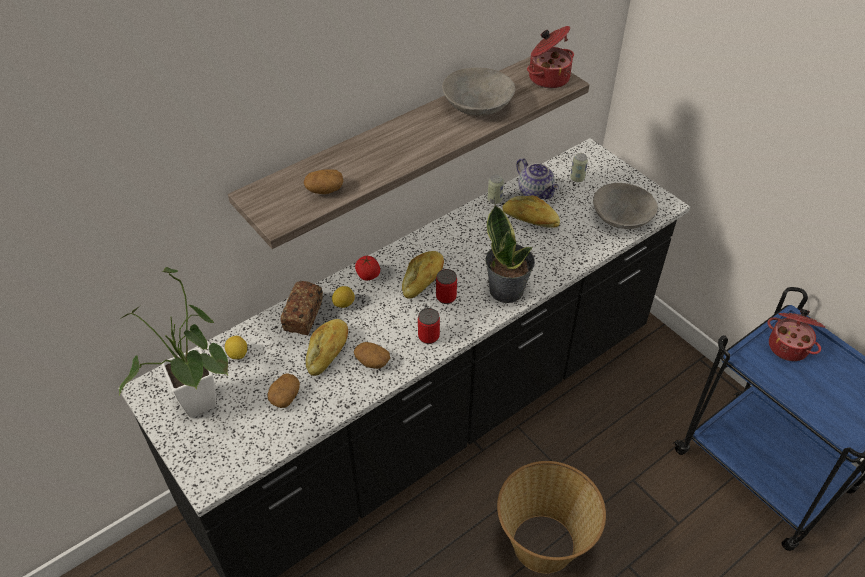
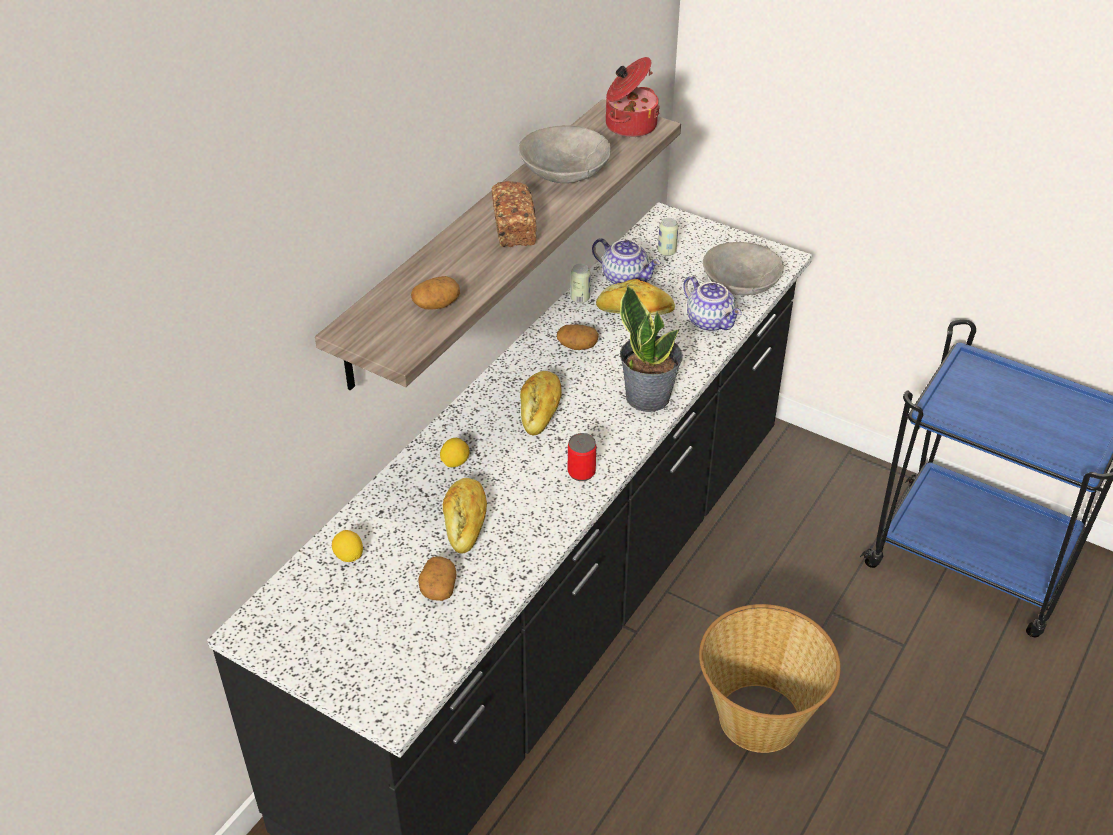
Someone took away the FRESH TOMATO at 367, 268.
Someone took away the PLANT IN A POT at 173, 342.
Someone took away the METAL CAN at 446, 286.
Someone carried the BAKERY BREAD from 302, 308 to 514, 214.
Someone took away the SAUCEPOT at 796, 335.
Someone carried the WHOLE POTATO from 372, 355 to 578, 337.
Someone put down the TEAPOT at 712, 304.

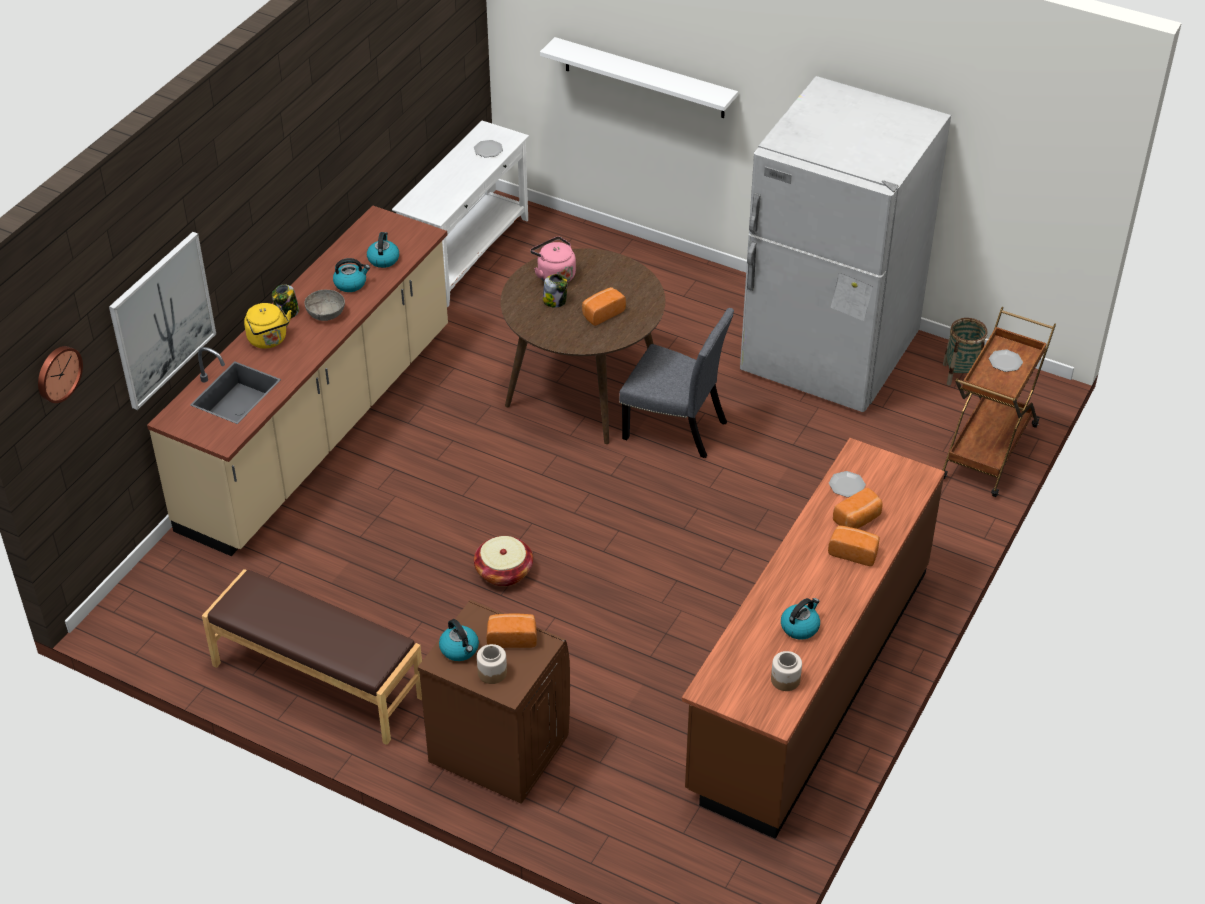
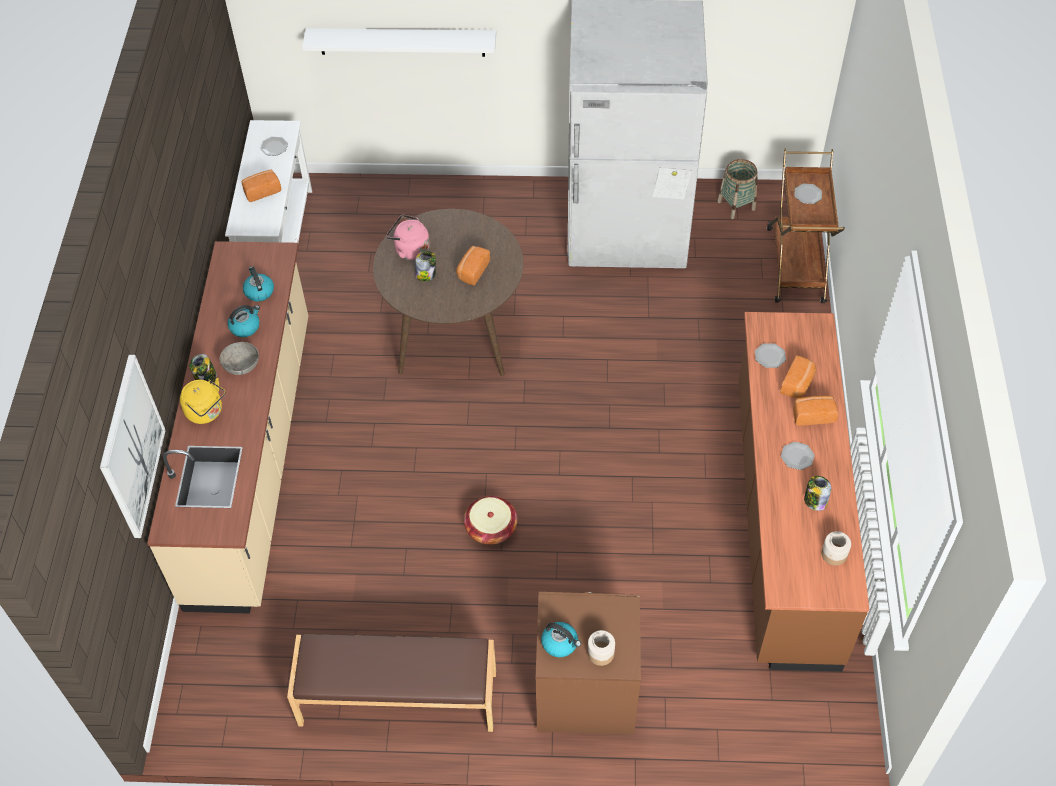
Someone took away the GREYISH CHAIR at 676, 383.
Someone took away the HANGING CLOCK at 60, 374.
Someone swapped the KETTLE at 800, 619 for the PRESERVE JAR at 817, 493.
Someone carried the BAKERY BREAD from 512, 630 to 261, 186.
Someone put down the FLAT DISH at 798, 456.

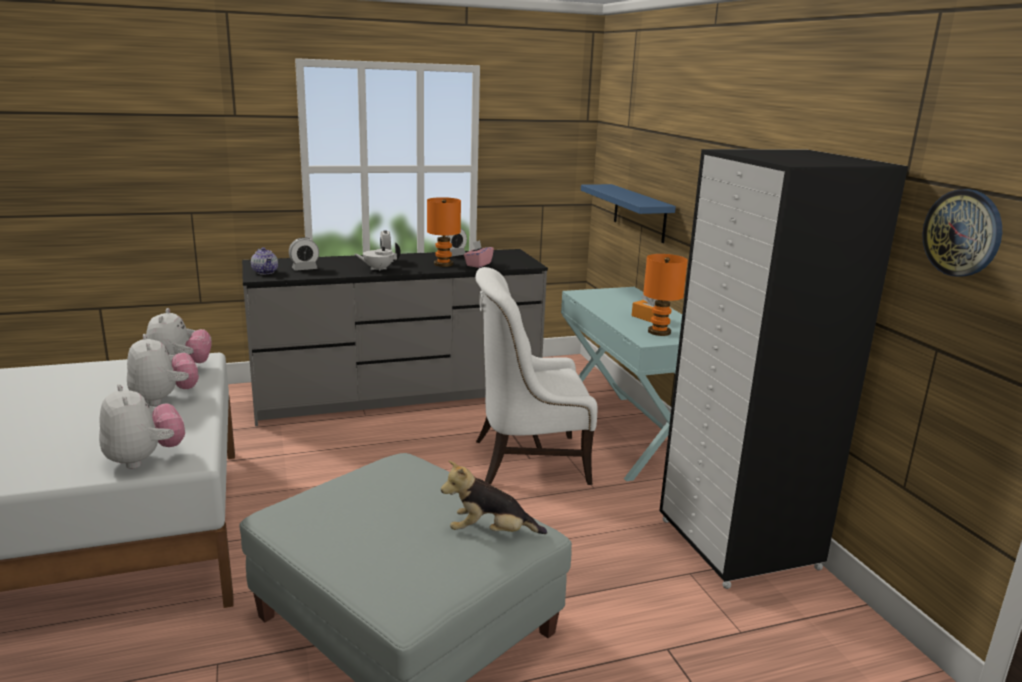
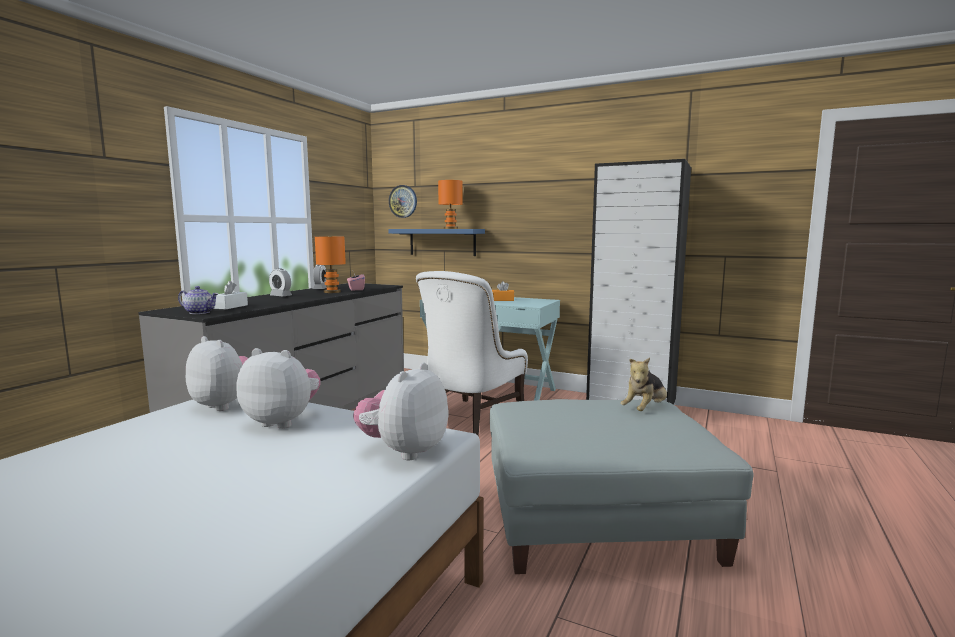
Someone carried the HANGING CLOCK from 962, 233 to 403, 201.
Someone swapped the BEDSIDE CLOCK at 304, 254 for the WHITISH TISSUE BOX at 230, 295.
Someone took away the WHITISH TEAPOT at 377, 256.
Someone carried the ORANGEY TABLE LAMP from 665, 295 to 450, 204.
Someone rotated the PLUSH TOY at 142, 426 by 75 degrees counterclockwise.

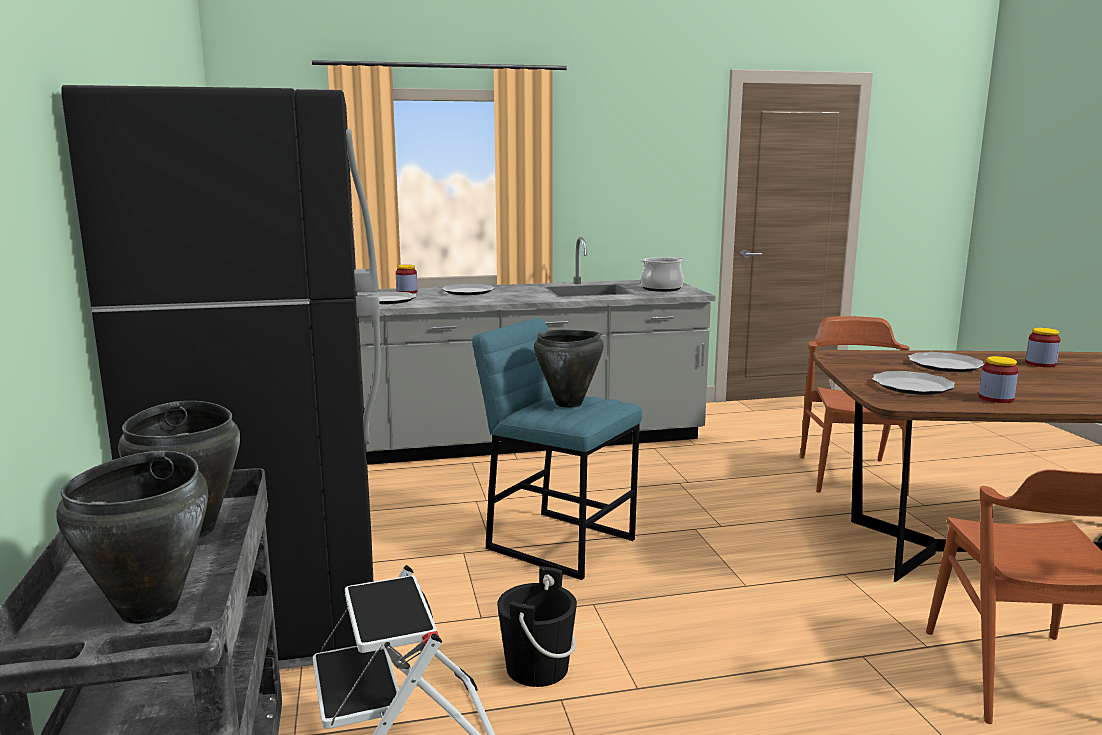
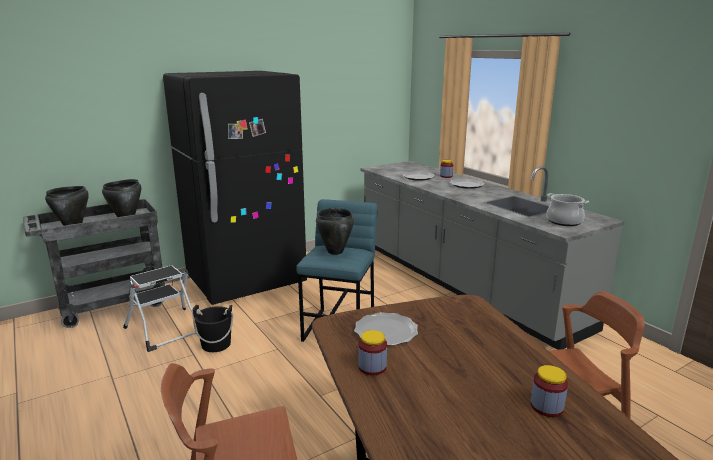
Someone took away the FLAT DISH at 946, 362.

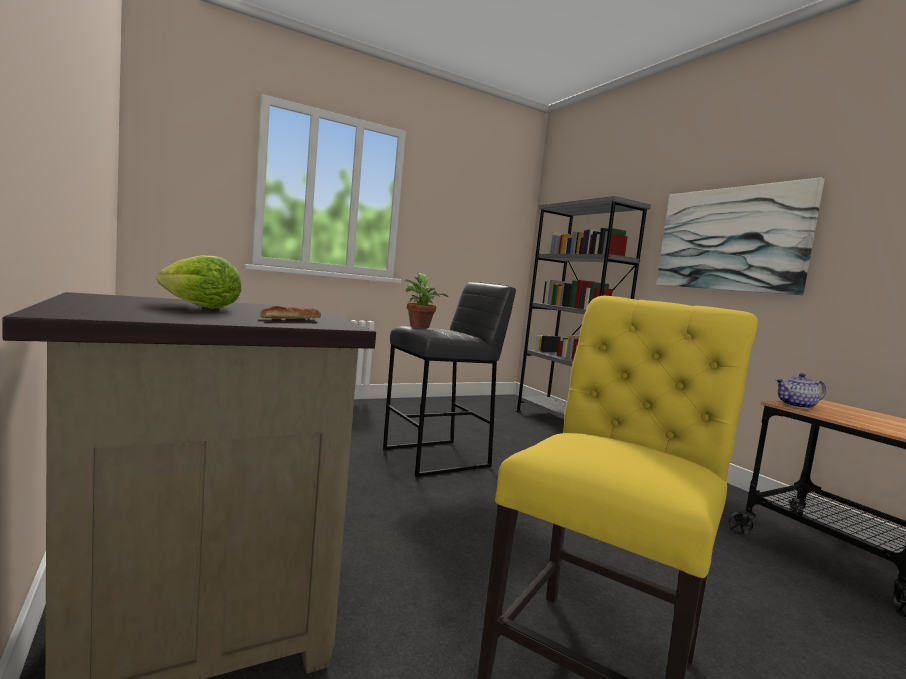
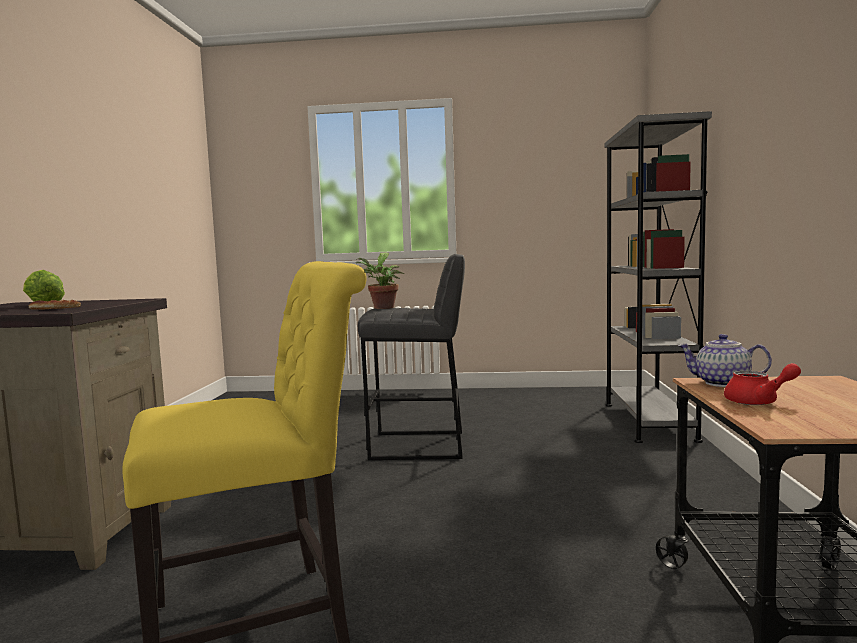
Someone took away the WALL PICTURE at 740, 236.
Someone put down the REDDISH TEAPOT at 762, 384.

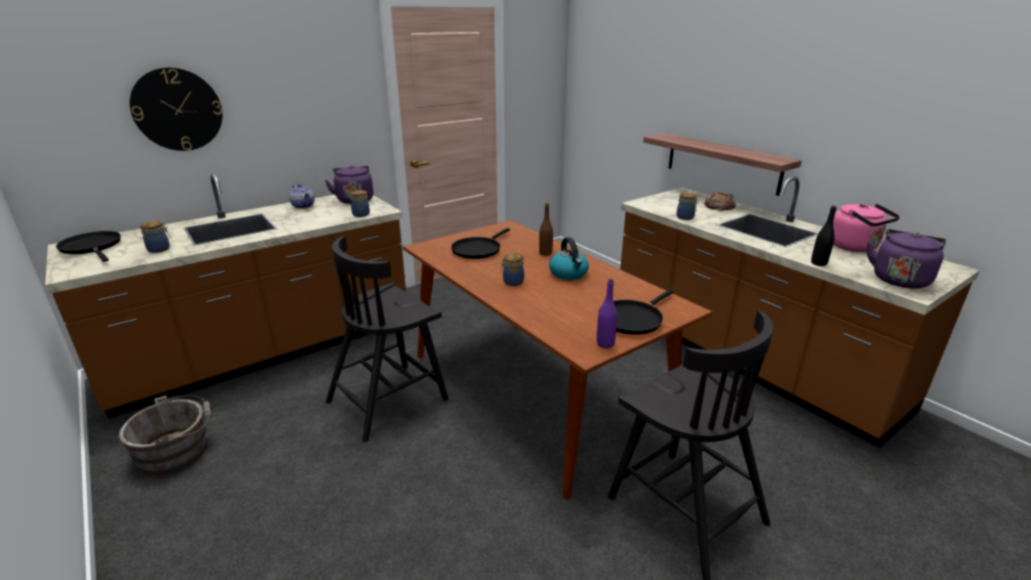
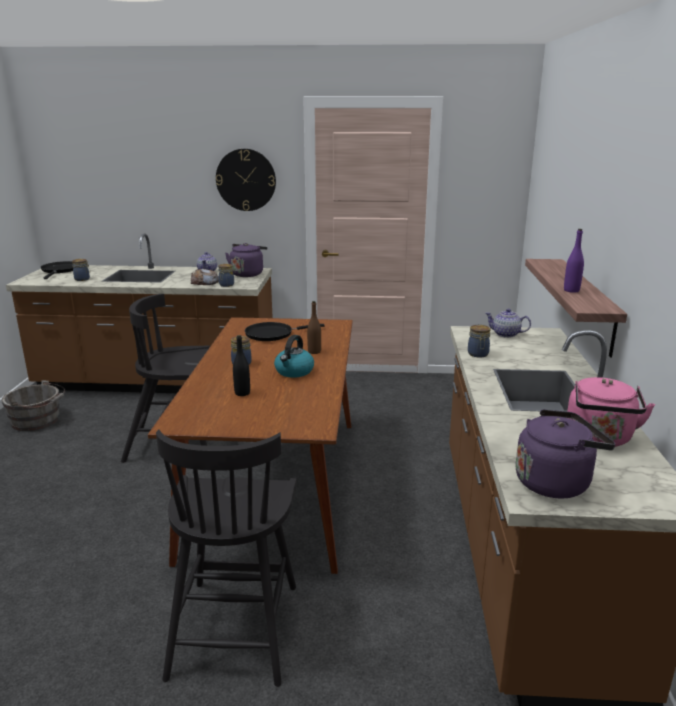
Someone carried the HANGING CLOCK from 176, 109 to 246, 180.
Someone carried the BAKERY BREAD from 719, 201 to 205, 277.
Someone carried the BLACK DRINK BOTTLE from 823, 236 to 241, 365.
Someone carried the PURPLE-COLOURED DRINK BOTTLE from 607, 313 to 574, 261.
Someone took away the BLACK SKILLET at 636, 312.
Someone put down the TEAPOT at 508, 323.

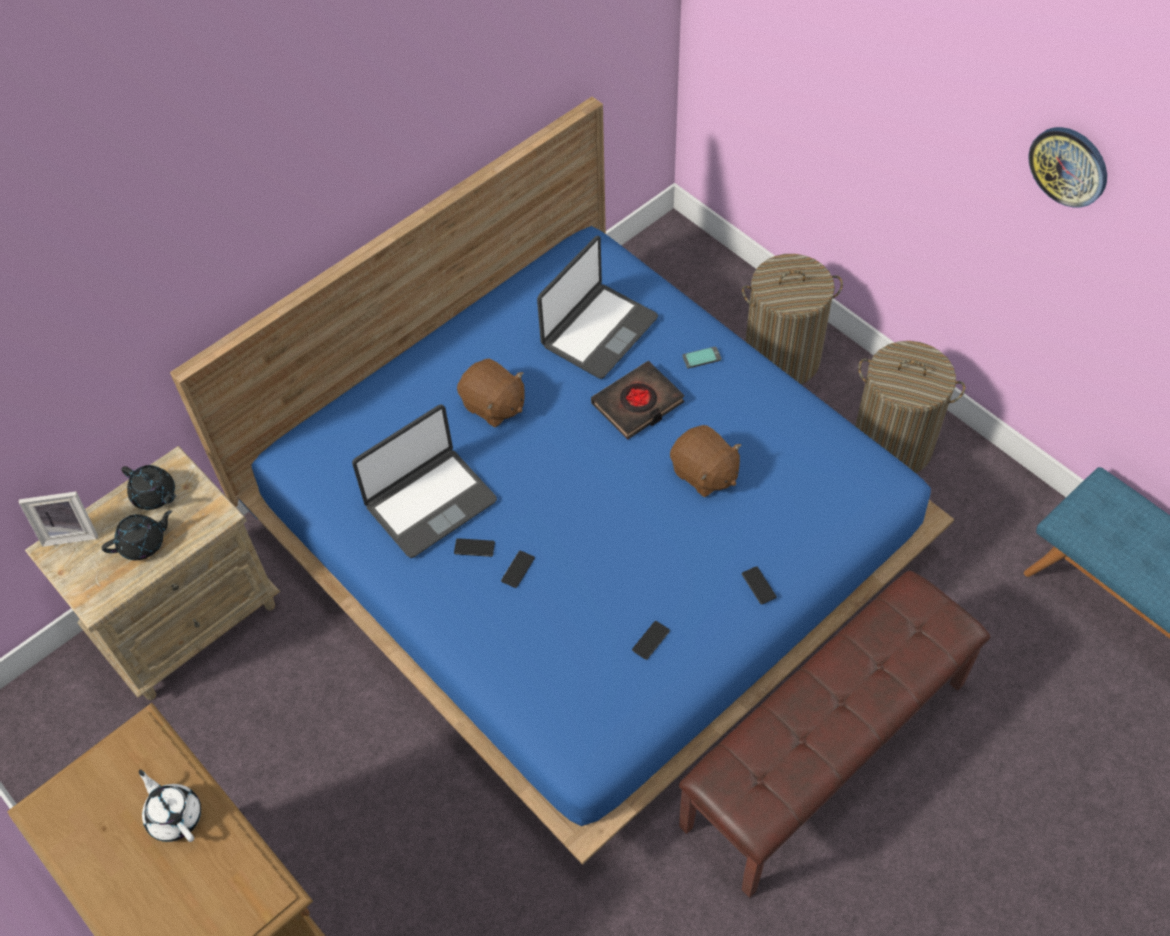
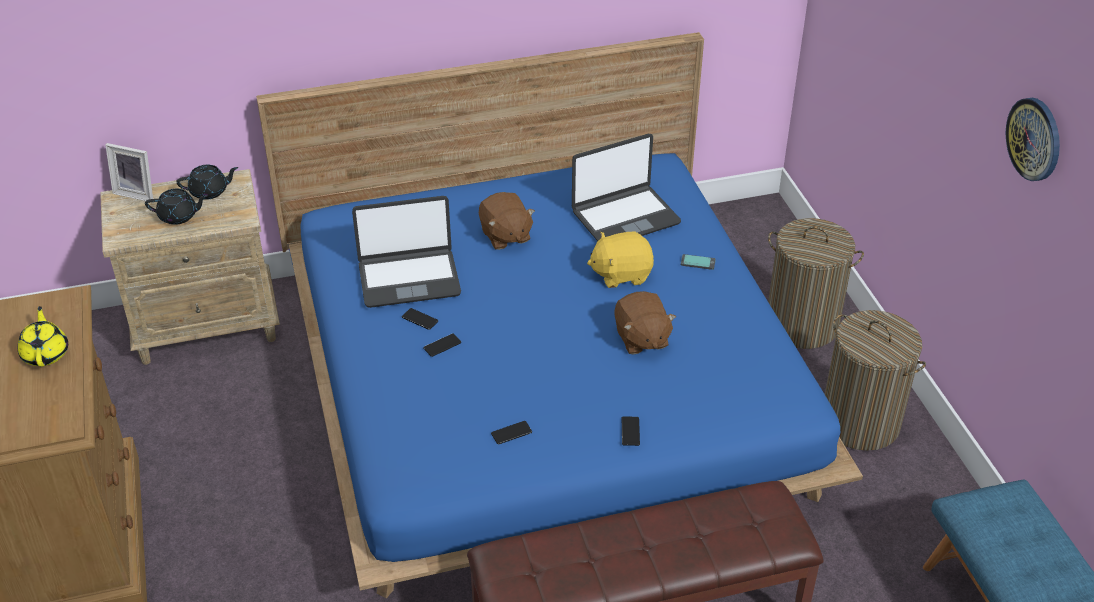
Someone swapped the BLACK VOLUME at 638, 400 for the YELLOW PLUSH TOY at 620, 260.
Someone rotated the BLACK TEAPOT at 148, 487 by 75 degrees counterclockwise.
Someone repainted the WHITISH TEAPOT at 170, 806, which became the YELLOW TEAPOT at 43, 336.

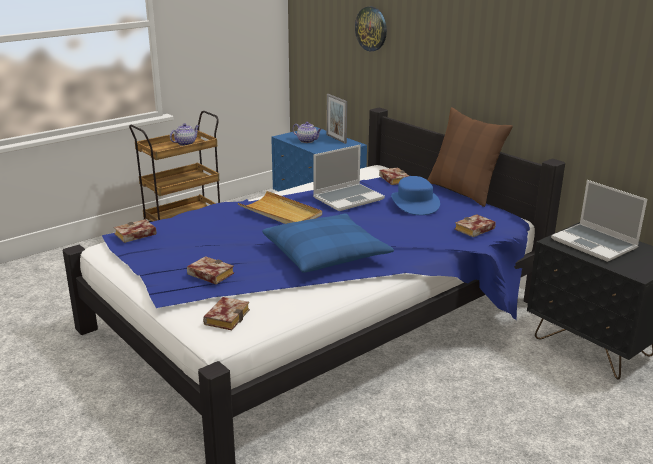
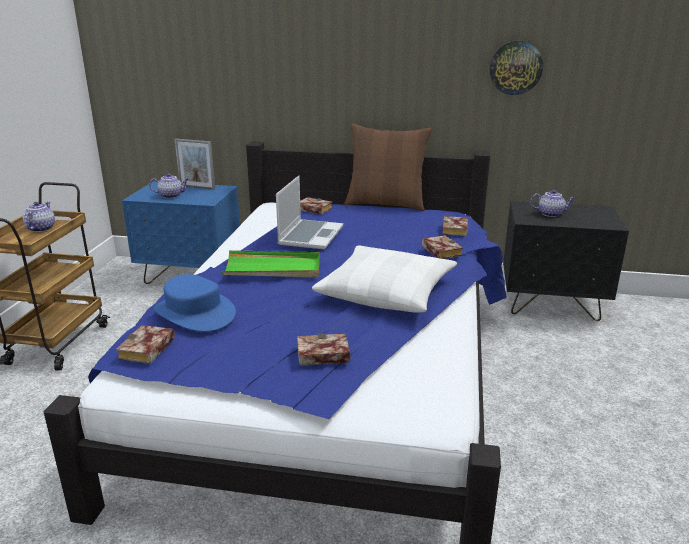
Someone carried the HANGING CLOCK from 371, 28 to 516, 68.
Someone carried the BLUISH HAT from 415, 195 to 195, 303.
Someone swapped the LAPTOP at 599, 221 for the TEAPOT at 552, 203.
Someone repainted the SAND-COLOURED TRAY at 280, 207, which became the GREEN TRAY at 270, 264.
Someone repainted the BLUISH THROW PILLOW at 328, 243, which became the WHITISH THROW PILLOW at 384, 279.
Someone carried the VOLUME from 226, 313 to 442, 247.

